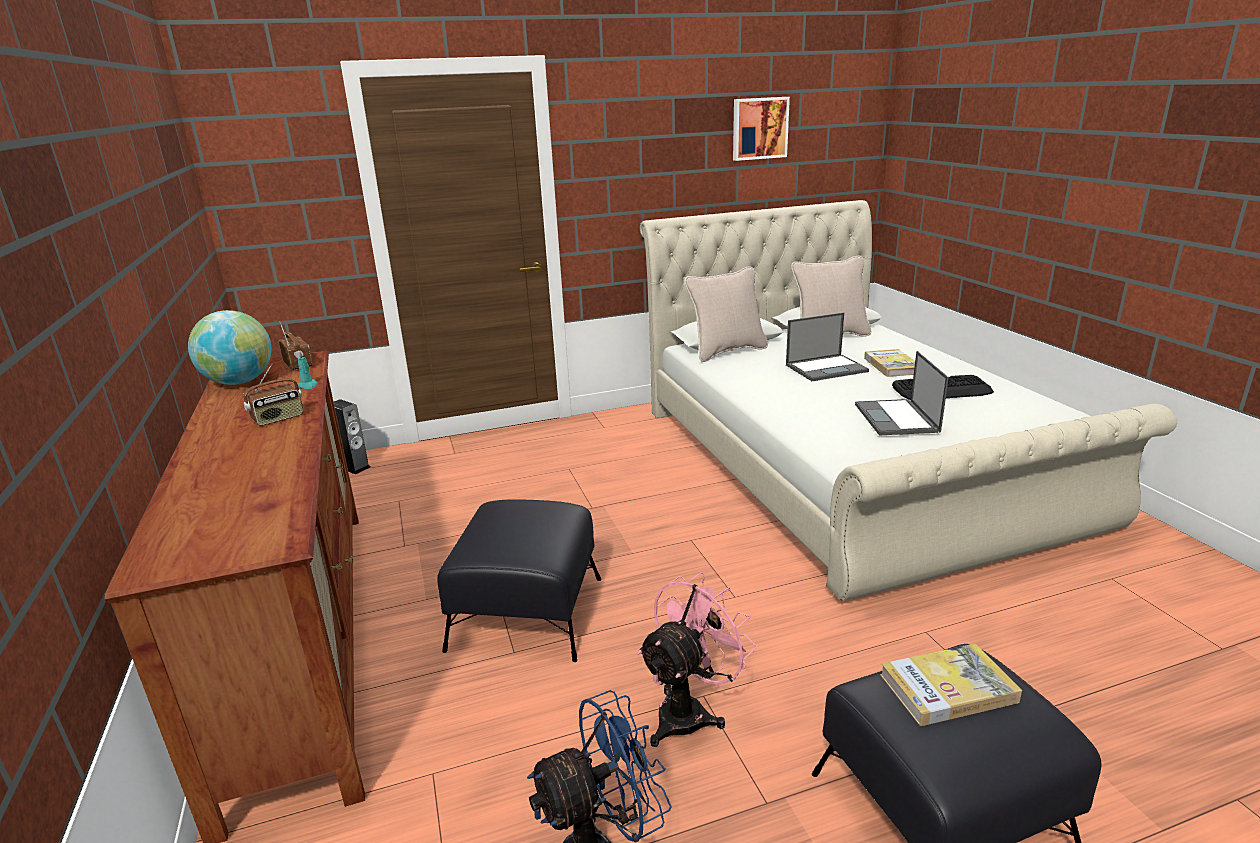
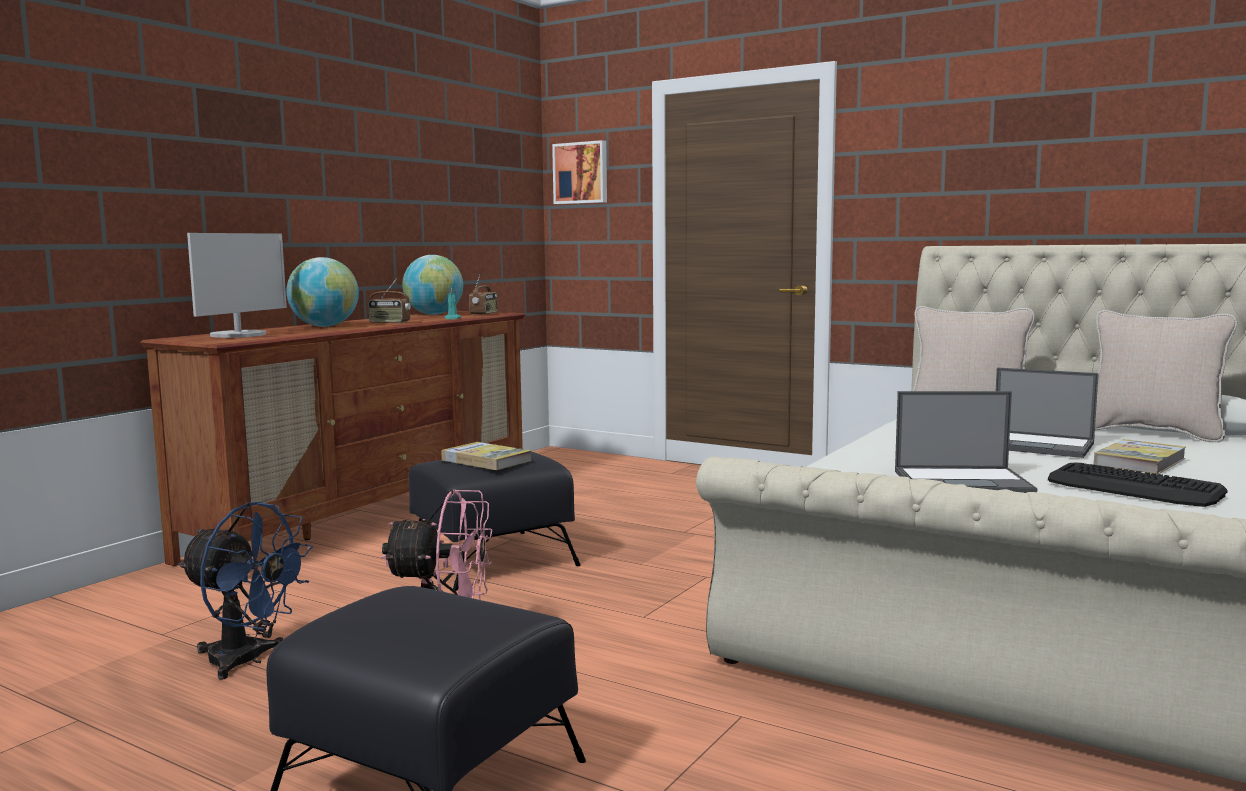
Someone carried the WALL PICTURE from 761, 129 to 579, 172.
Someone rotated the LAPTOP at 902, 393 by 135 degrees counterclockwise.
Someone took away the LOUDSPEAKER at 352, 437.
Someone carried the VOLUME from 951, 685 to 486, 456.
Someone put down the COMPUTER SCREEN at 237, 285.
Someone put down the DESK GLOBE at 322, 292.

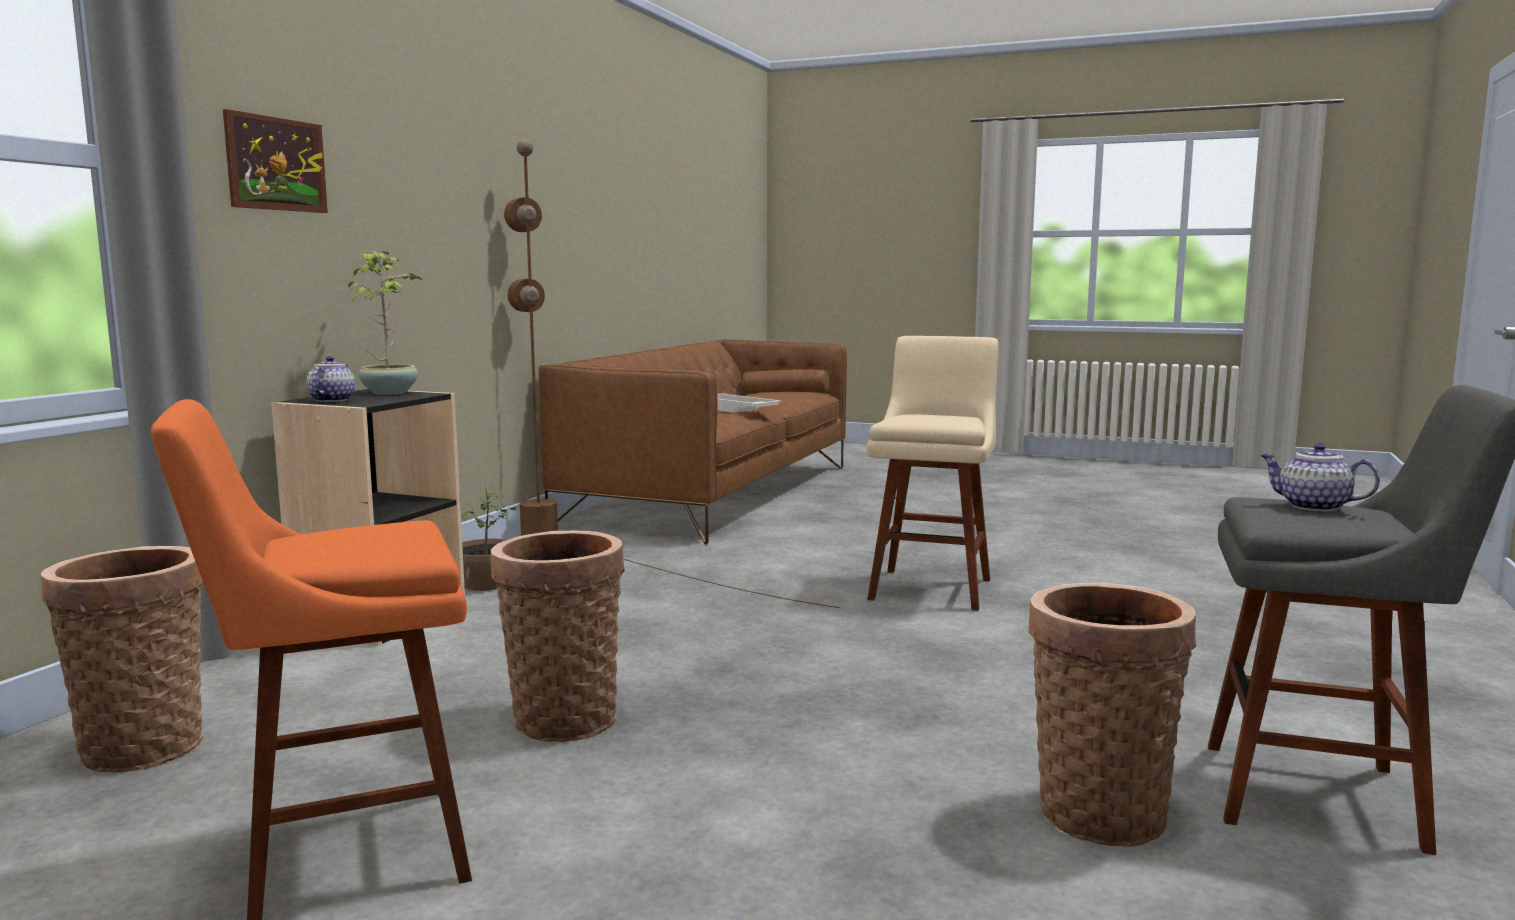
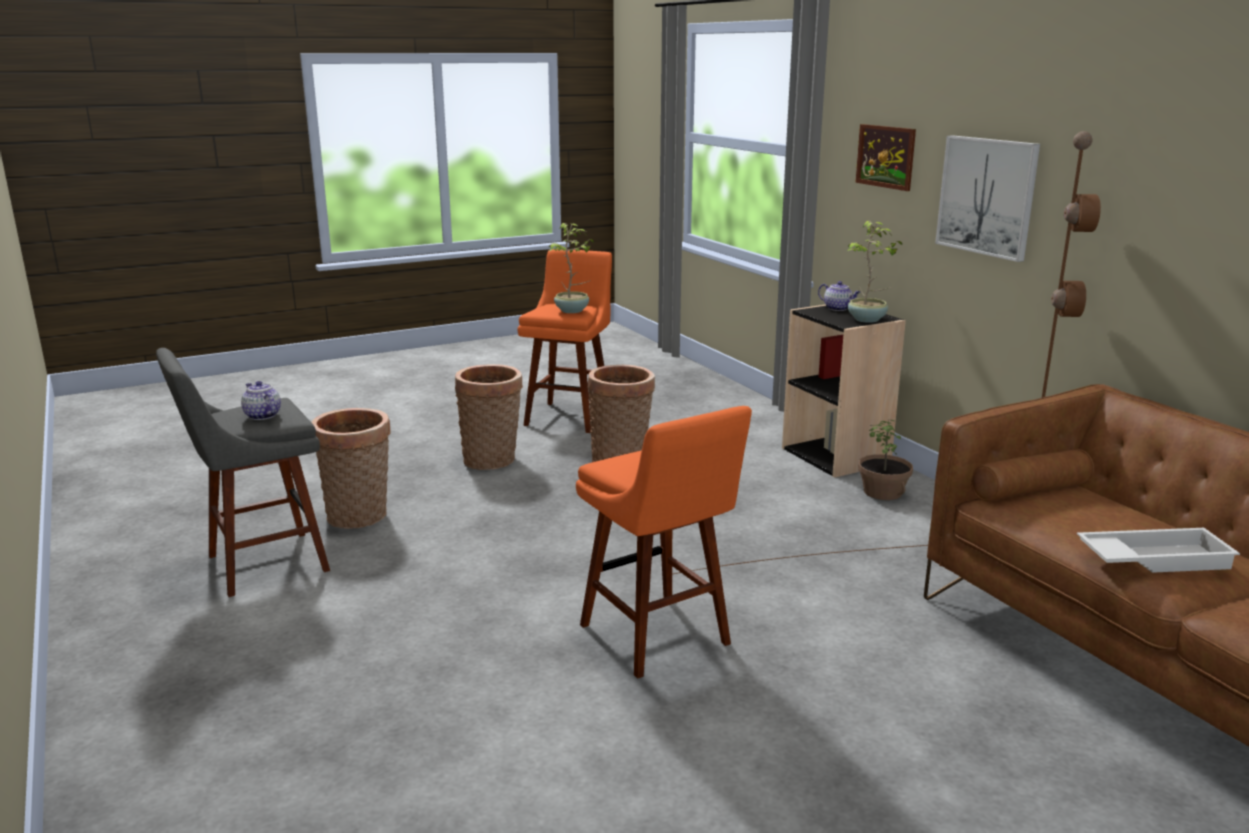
Someone repainted the SAND-COLOURED STOOL SEAT at 932, 473, which became the ORANGEY STOOL SEAT at 664, 542.
Someone rotated the TEAPOT at 1320, 477 by 120 degrees counterclockwise.
Someone carried the HOUSEHOLD BASKET from 122, 659 to 489, 417.
Someone put up the WALL PICTURE at 987, 198.
Someone put down the PLANT IN A POT at 571, 268.

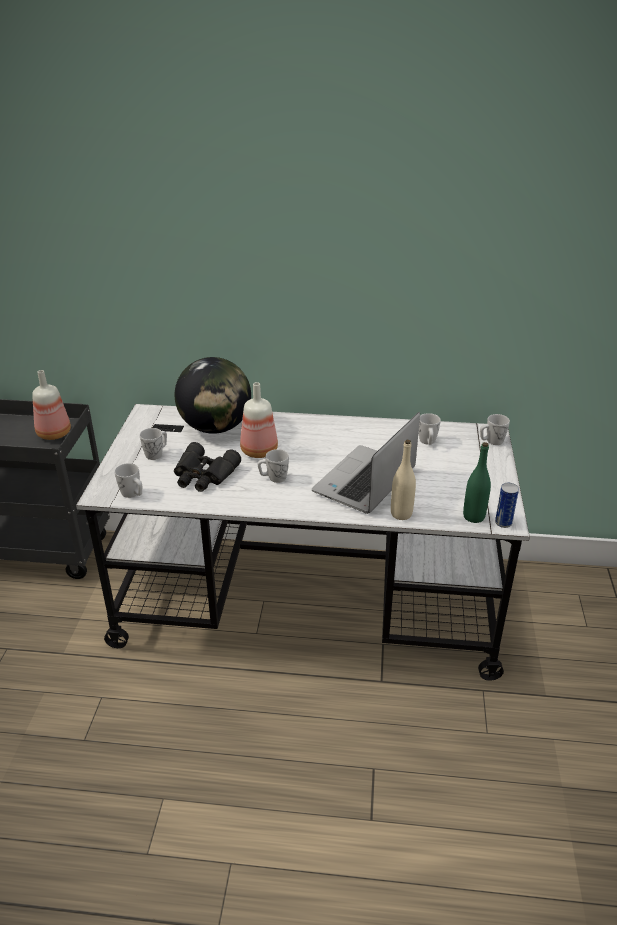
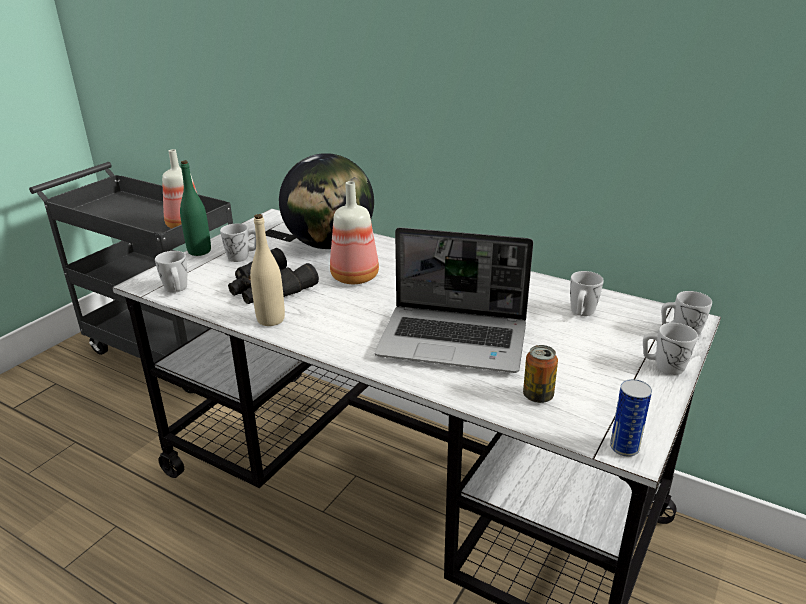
Someone rotated the LAPTOP at 366, 463 by 135 degrees counterclockwise.
Someone carried the SAND-COLOURED DRINK BOTTLE from 403, 480 to 267, 270.
Someone carried the GREEN DRINK BOTTLE from 477, 482 to 195, 208.
Someone carried the WHITISH MUG from 273, 466 to 670, 349.
Someone put down the METAL CAN at 540, 374.

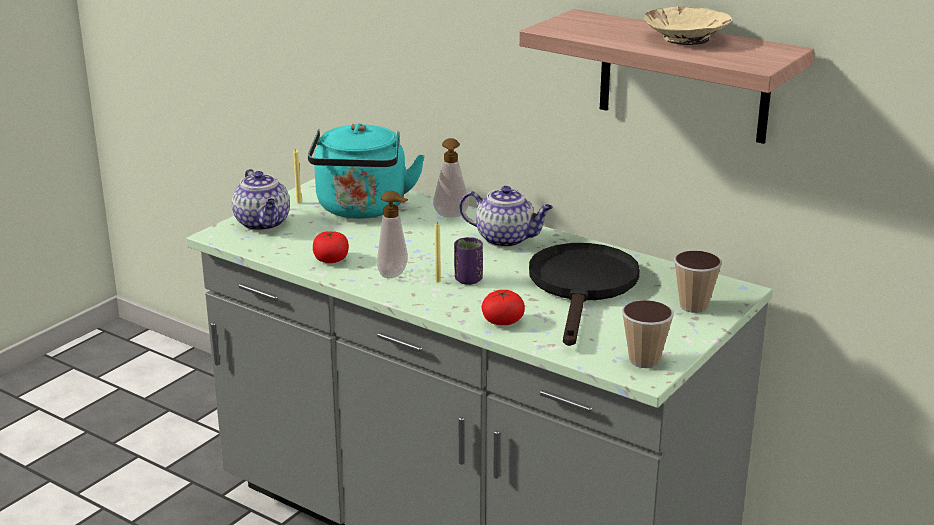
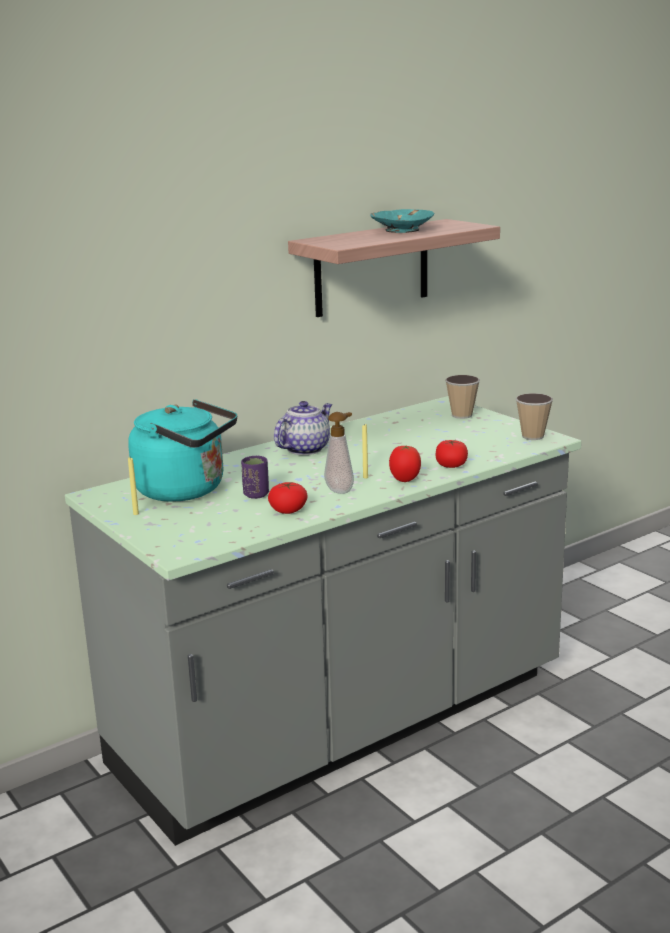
Someone repainted the SAND-COLOURED SERVING BOWL at 688, 25, which became the BLUE-GREEN SERVING BOWL at 402, 221.
Someone took away the SOAP BOTTLE at 451, 178.
Someone took away the TEAPOT at 260, 200.
Someone carried the PURPLE-COLOURED SMALL CUP from 468, 261 to 255, 477.
Someone took away the BLACK SKILLET at 584, 294.
Someone put down the FRESH TOMATO at 405, 464.

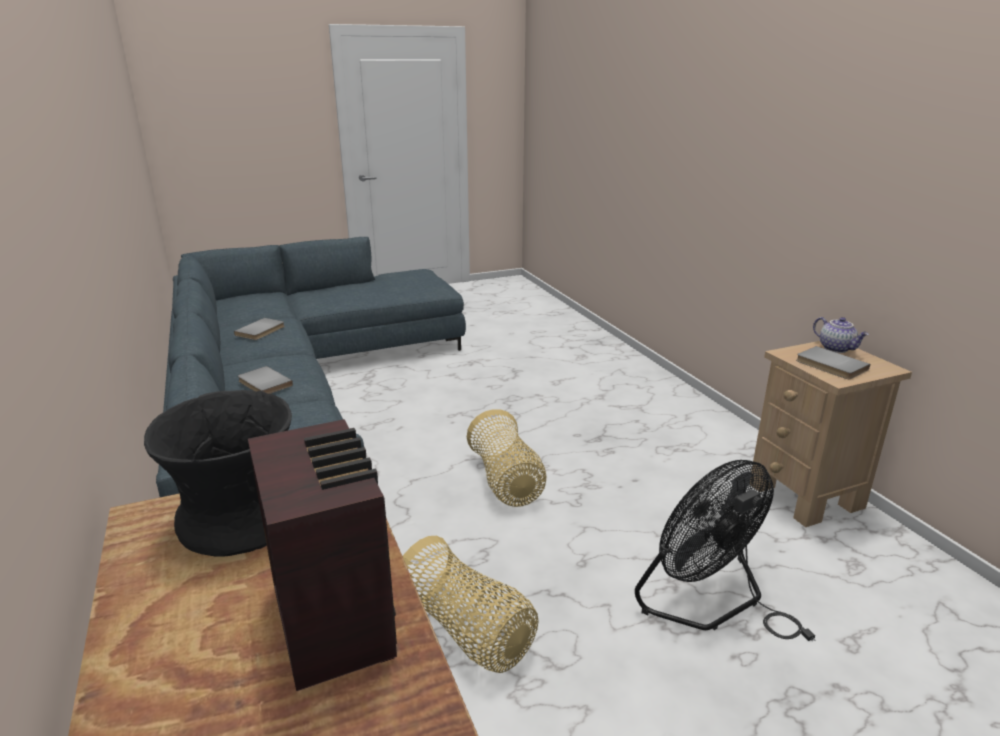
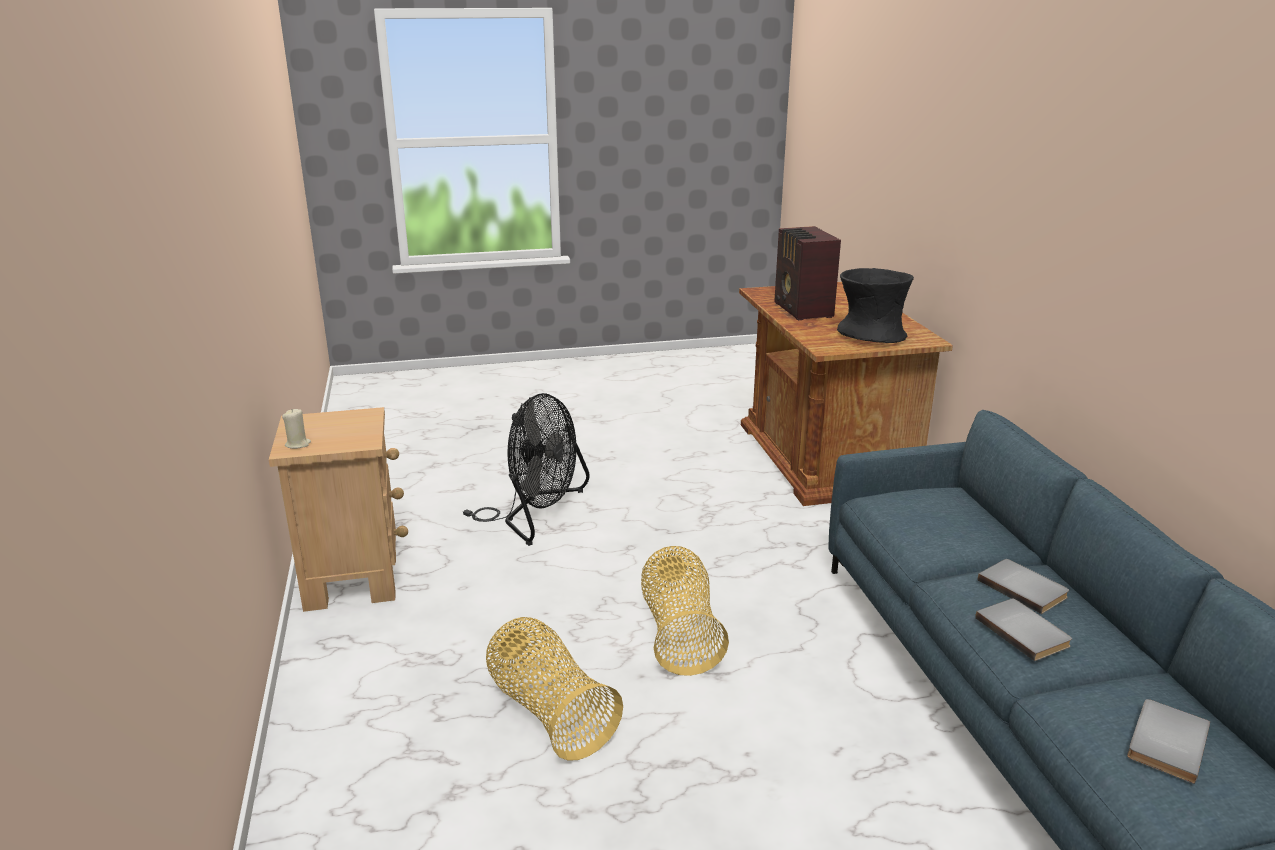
Someone swapped the TEAPOT at 841, 335 for the SAND-COLOURED CANDLE at 296, 429.
Someone carried the GREYISH VOLUME from 833, 362 to 1023, 630.
Someone rotated the BLACK FAN at 725, 550 by 45 degrees counterclockwise.
Someone carried the HOUSEHOLD BASKET from 471, 604 to 554, 689.

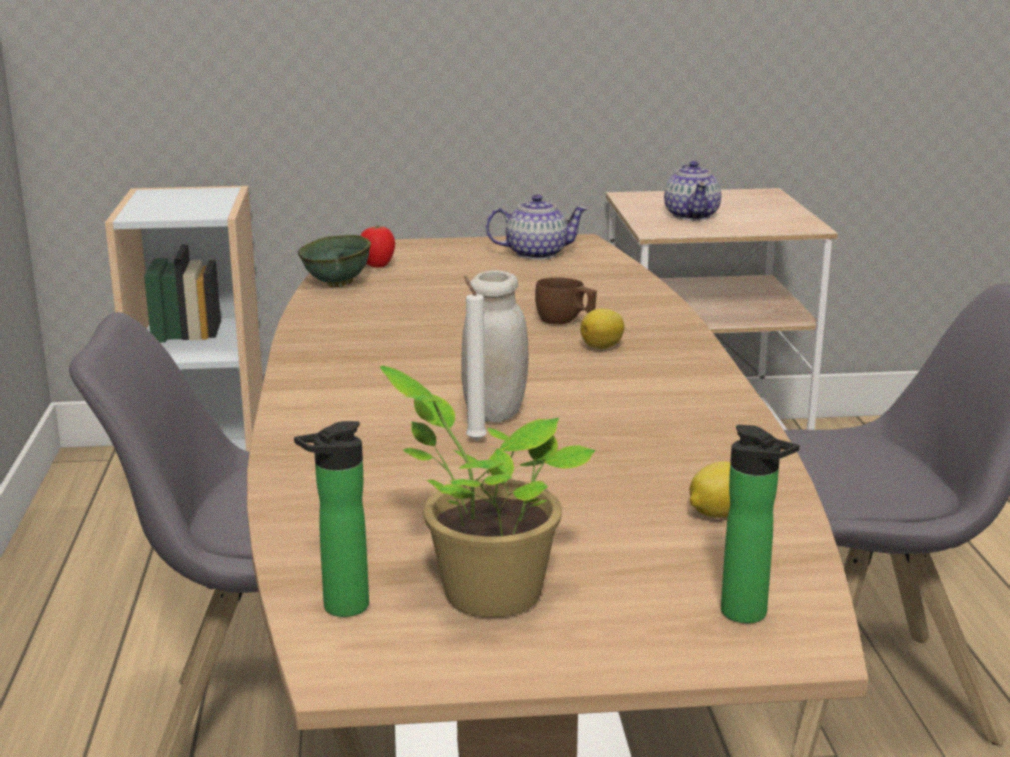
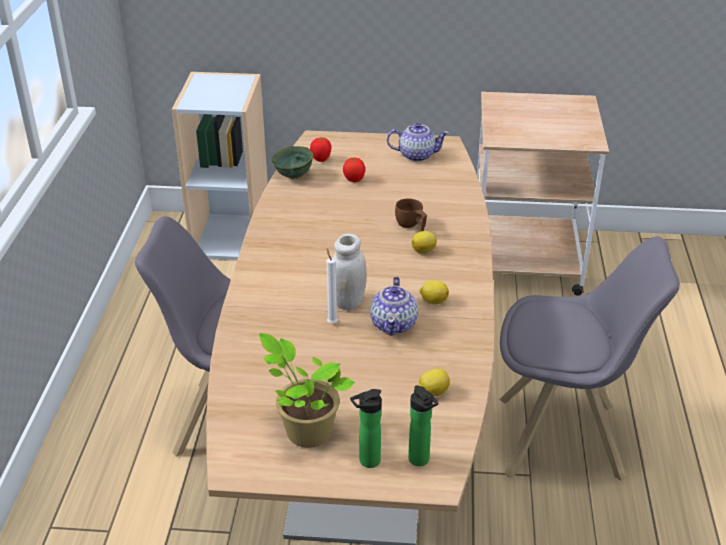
Someone carried the TEAPOT from 692, 190 to 394, 306.
Someone carried the DRINK BOTTLE from 331, 519 to 366, 428.
Someone put down the FRESH TOMATO at 354, 170.
Someone put down the CITRUS FRUIT at 434, 292.

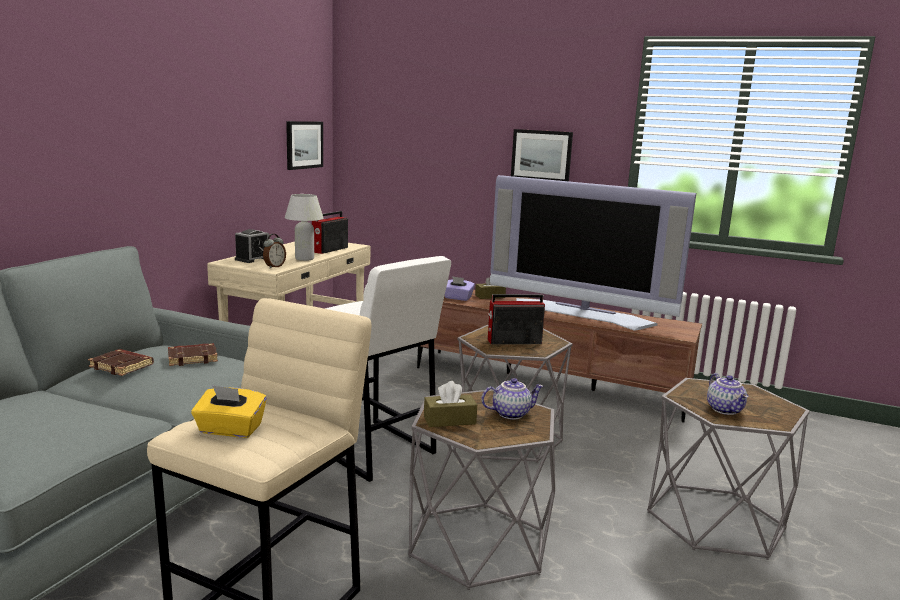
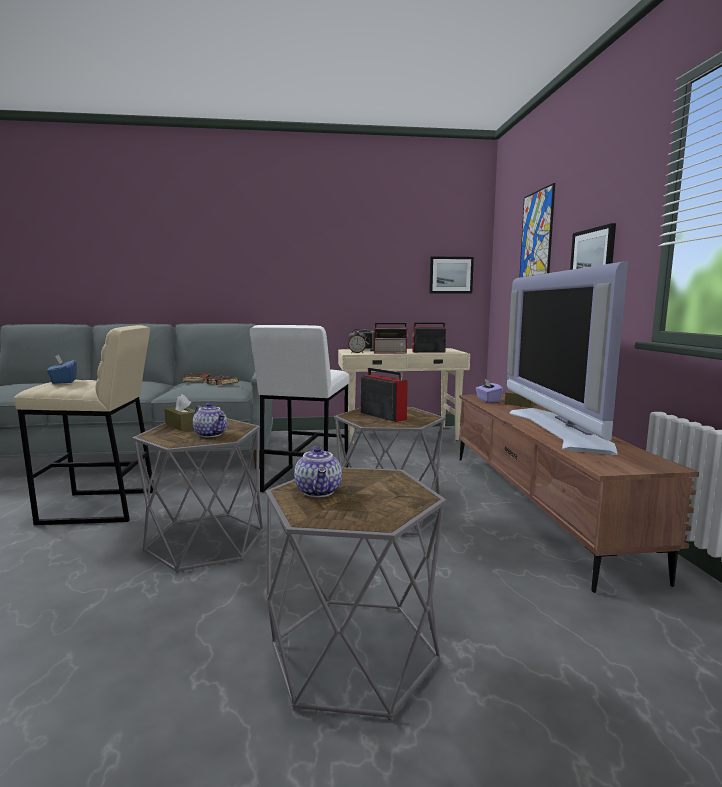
Someone swapped the WHITISH TABLE LAMP at 304, 227 for the RADIO RECEIVER at 391, 338.
Someone rotated the TEAPOT at 727, 394 by 60 degrees counterclockwise.
Someone repainted the YELLOW TISSUE BOX at 229, 411, which became the BLUISH TISSUE BOX at 62, 369.
Someone put up the WALL PICTURE at 537, 230.

